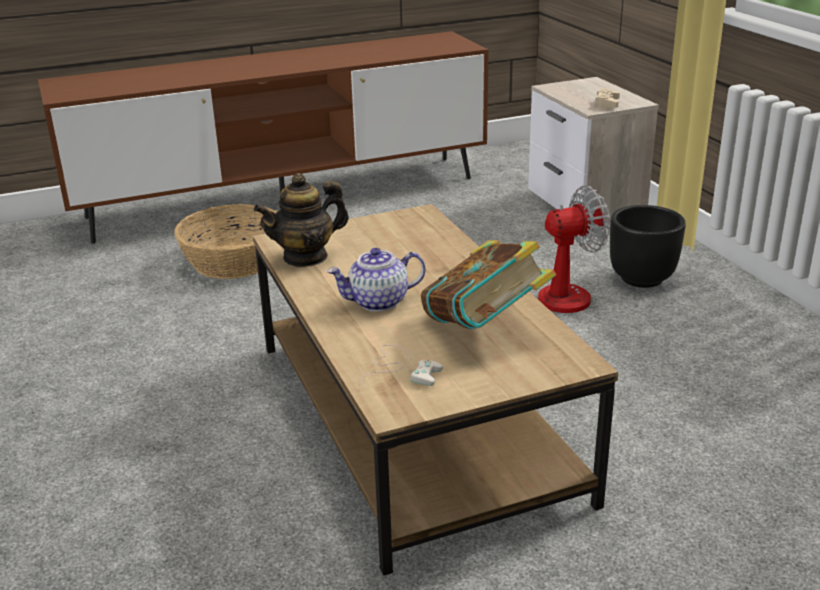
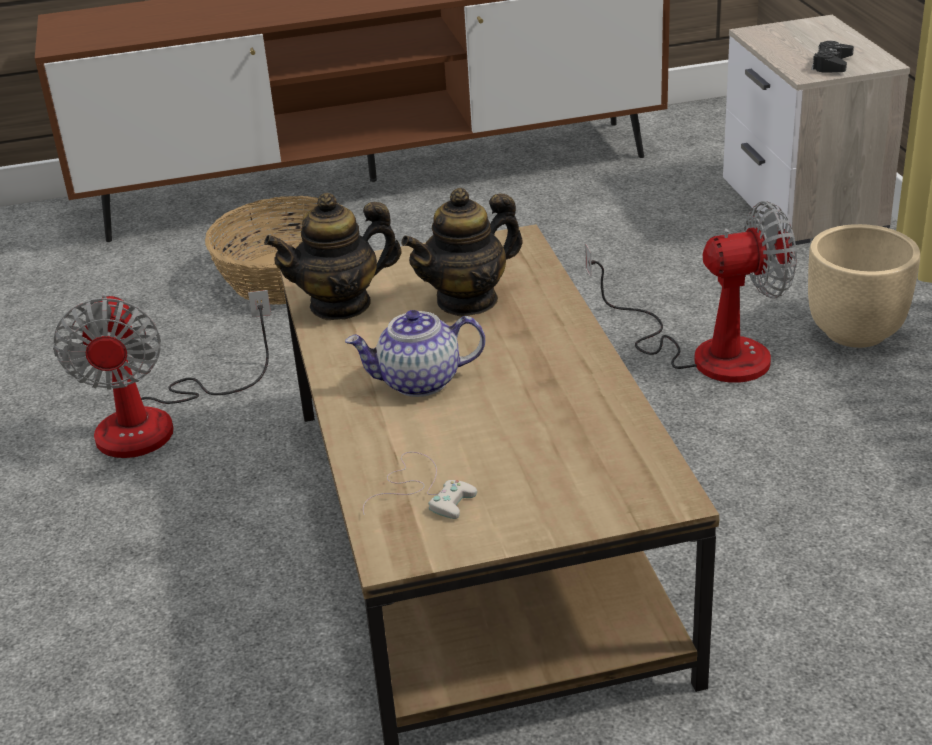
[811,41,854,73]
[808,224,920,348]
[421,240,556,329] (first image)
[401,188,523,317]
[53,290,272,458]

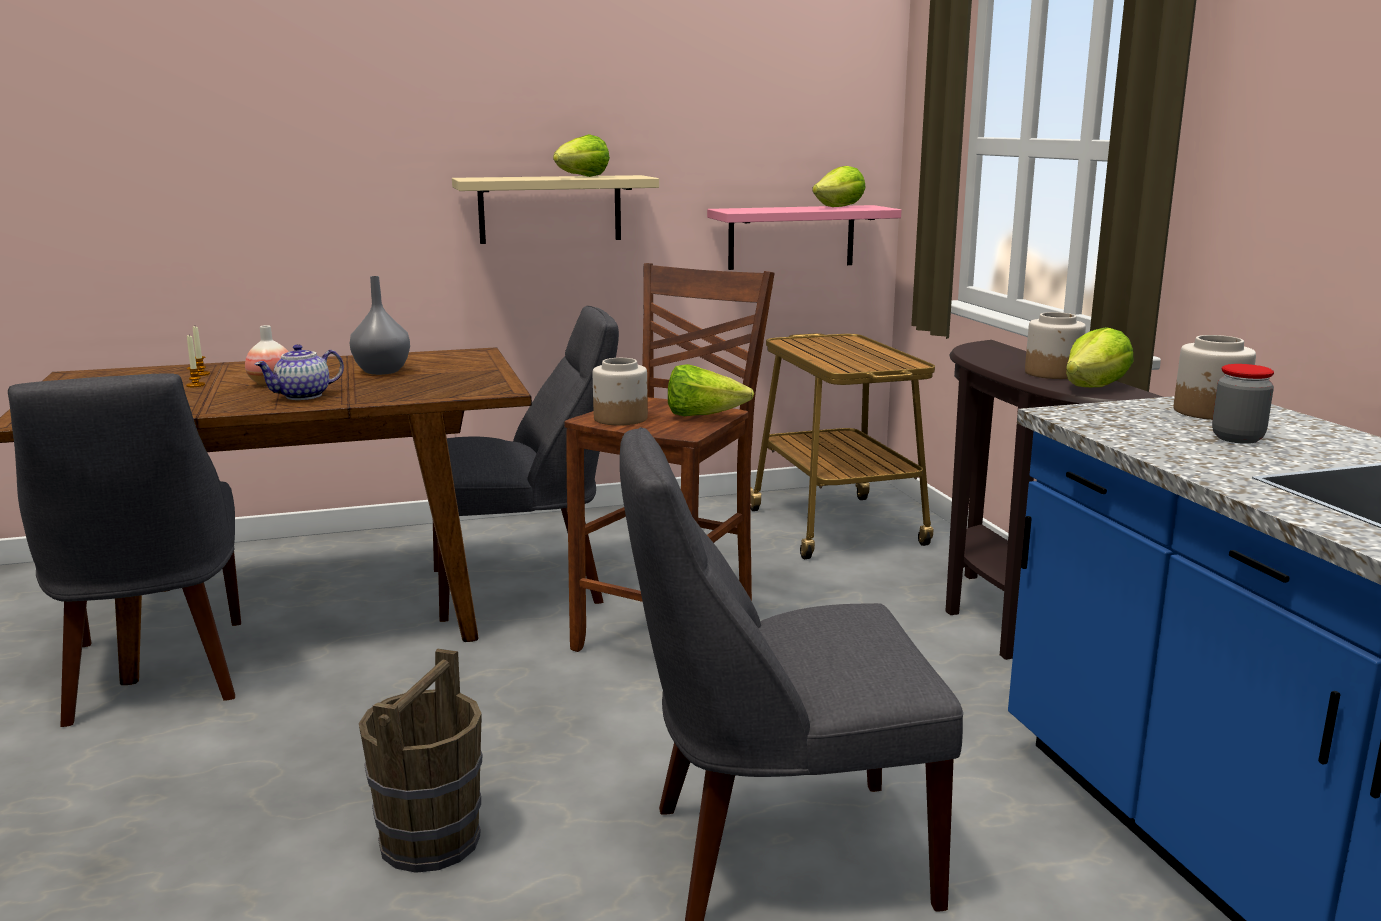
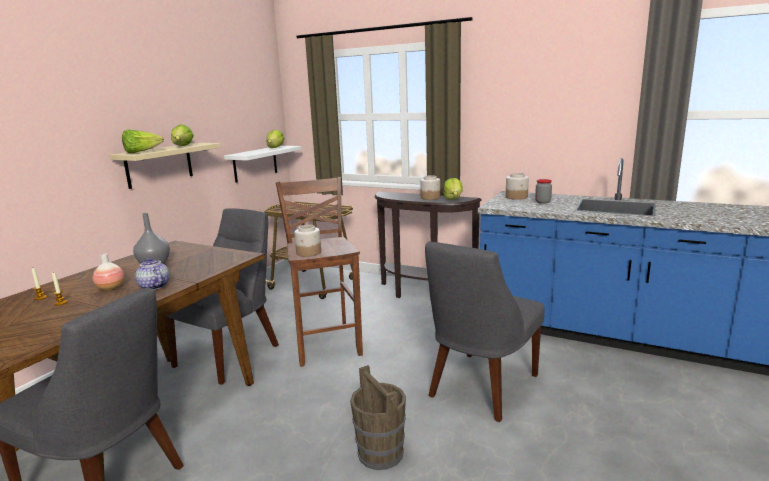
[224,146,302,183]
[135,258,169,290]
[122,130,164,153]

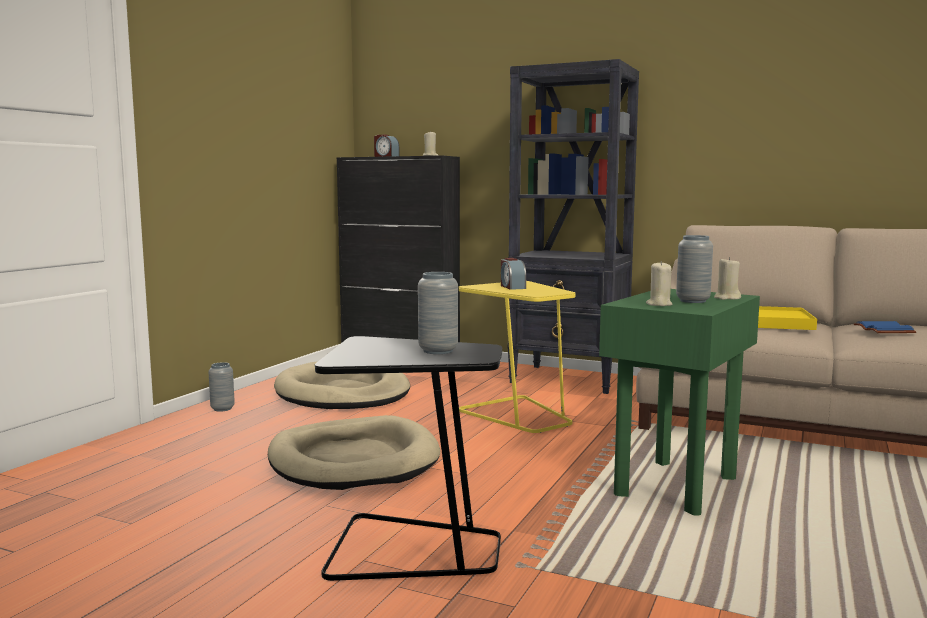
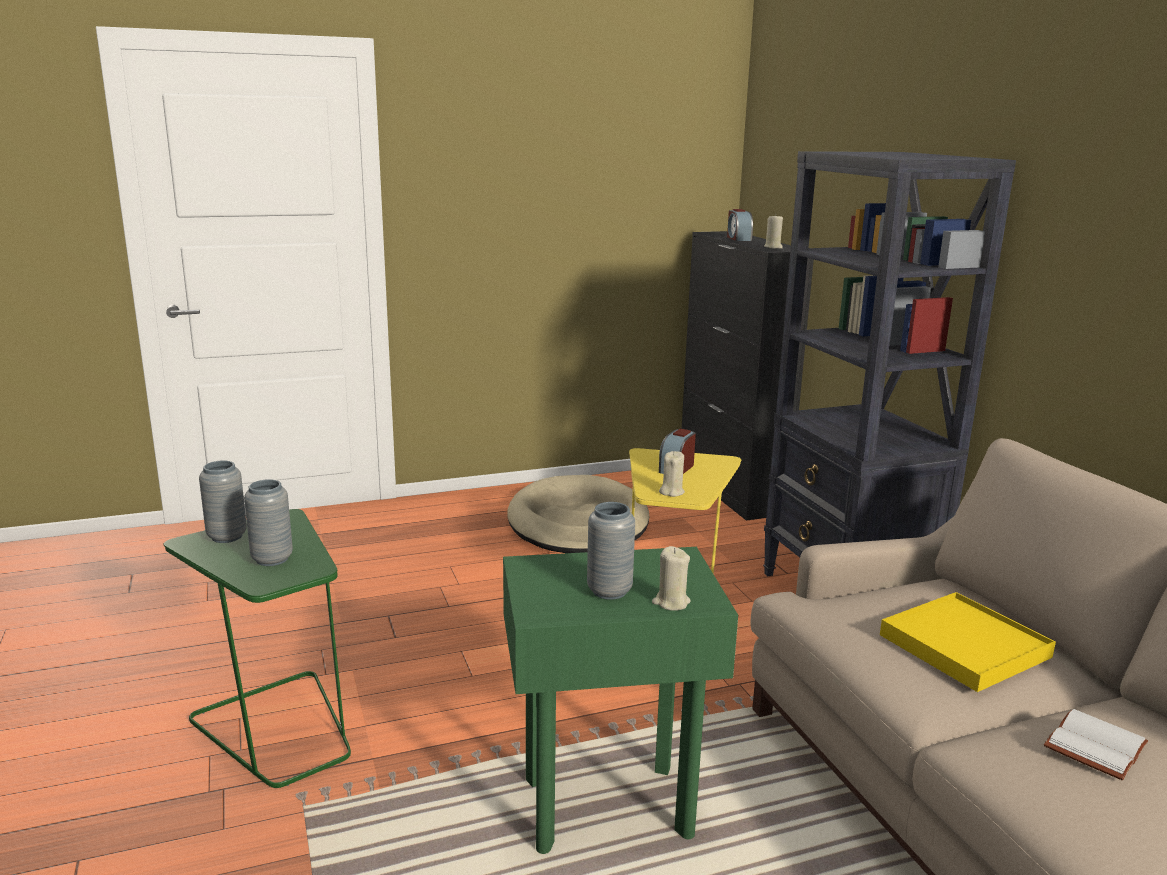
[659,451,685,497]
[1044,709,1148,780]
[164,509,351,788]
[199,460,247,543]
[268,415,440,490] (first image)

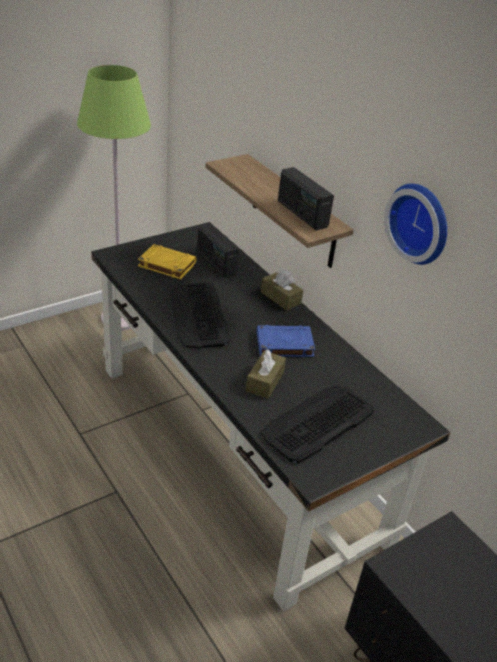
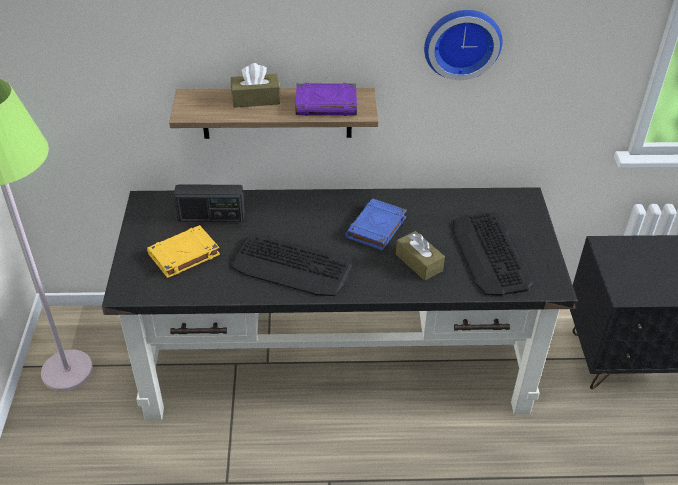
[296,83,357,116]
[231,63,280,108]

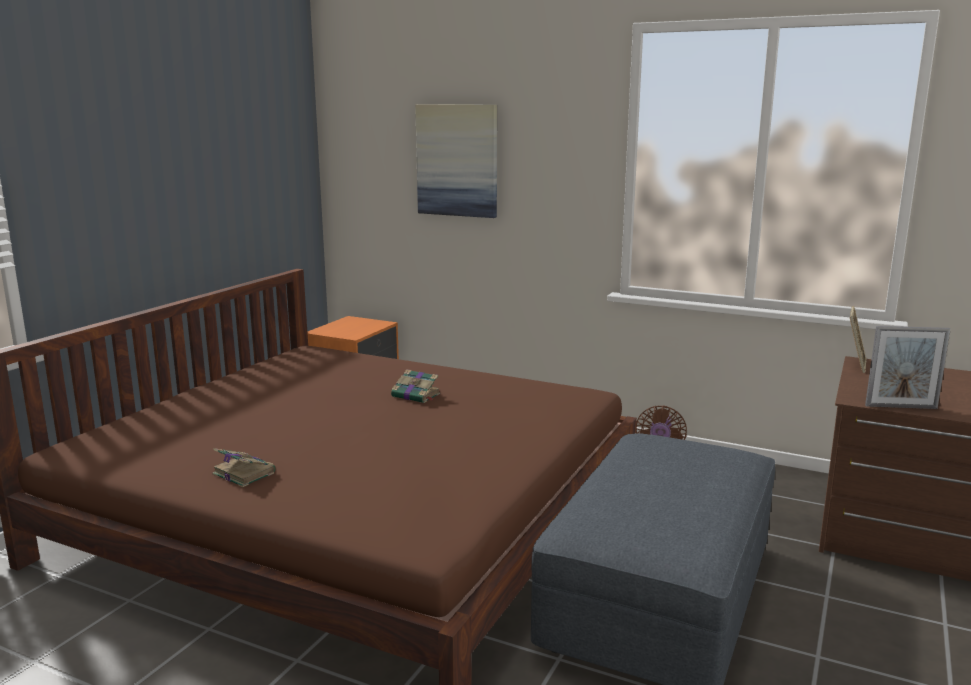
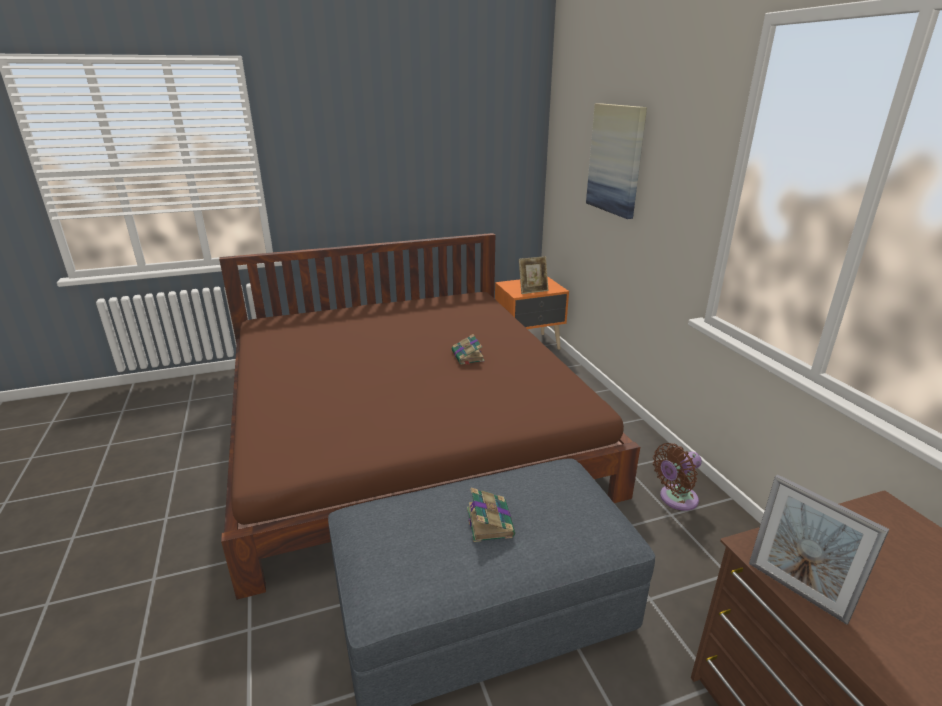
[519,256,549,294]
[467,487,515,542]

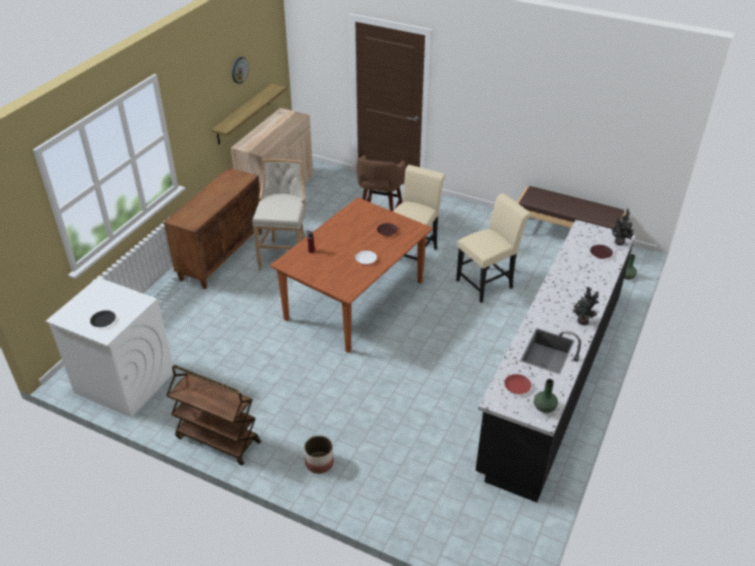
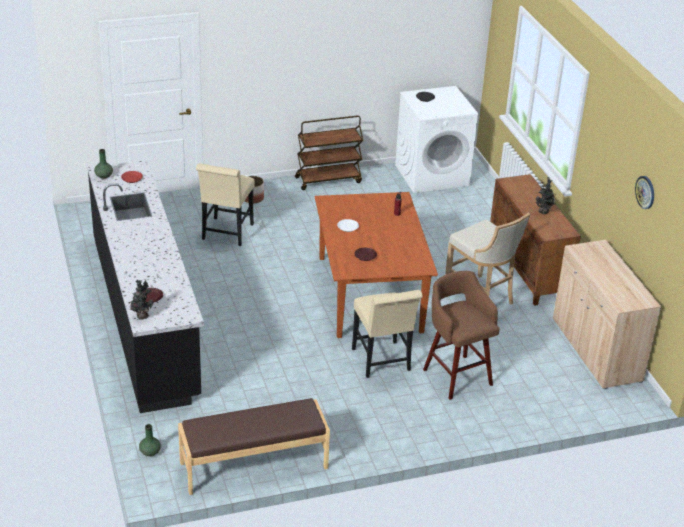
[211,84,286,144] (first image)
[196,163,255,246]
[536,177,556,214]

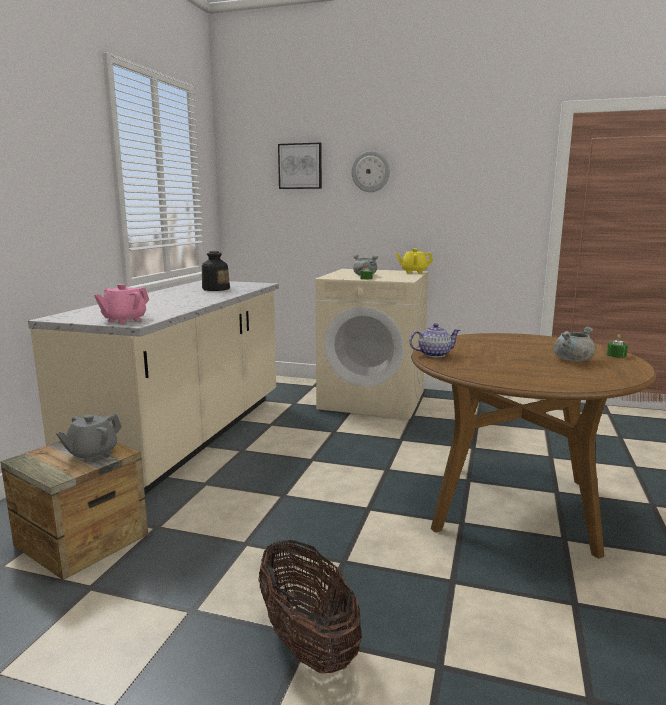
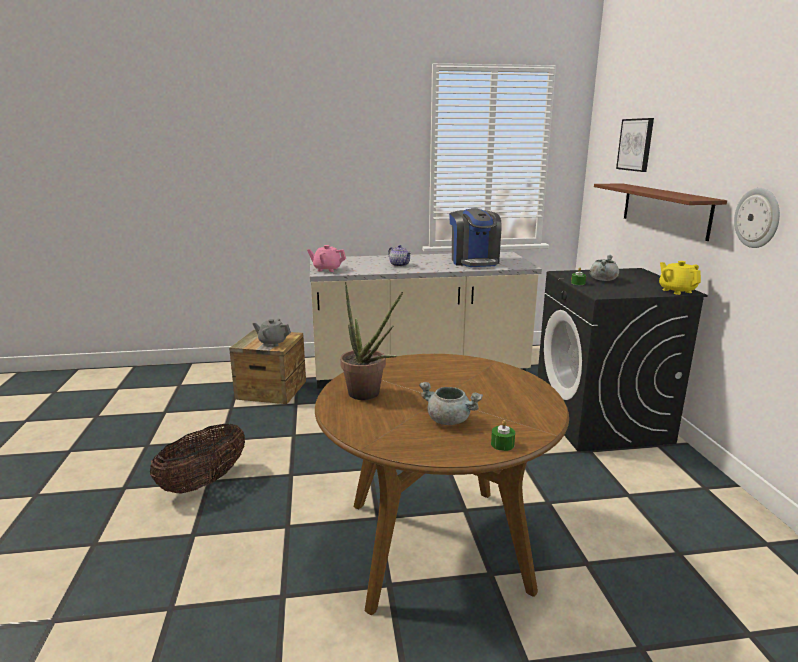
[734,188,780,248]
[449,208,502,267]
[537,268,708,452]
[388,245,411,267]
[594,183,727,241]
[340,282,403,400]

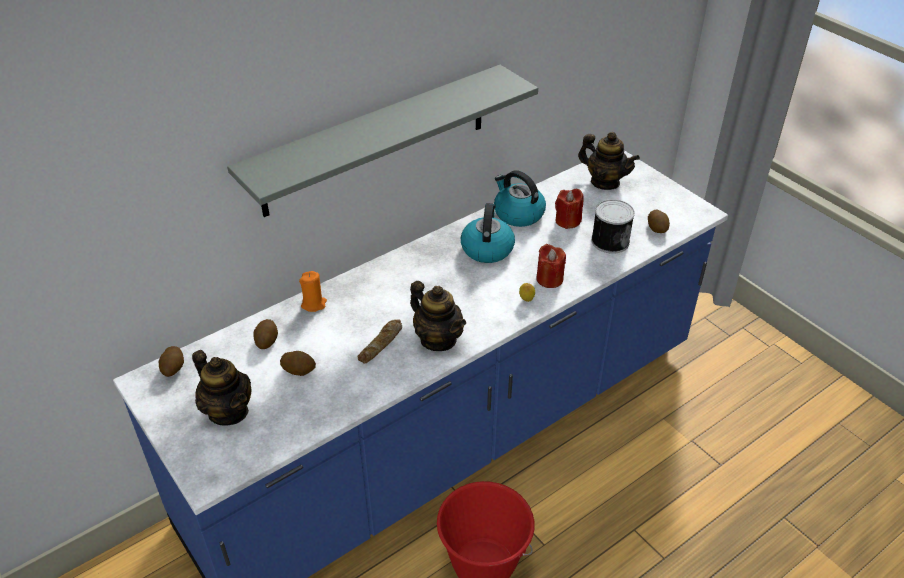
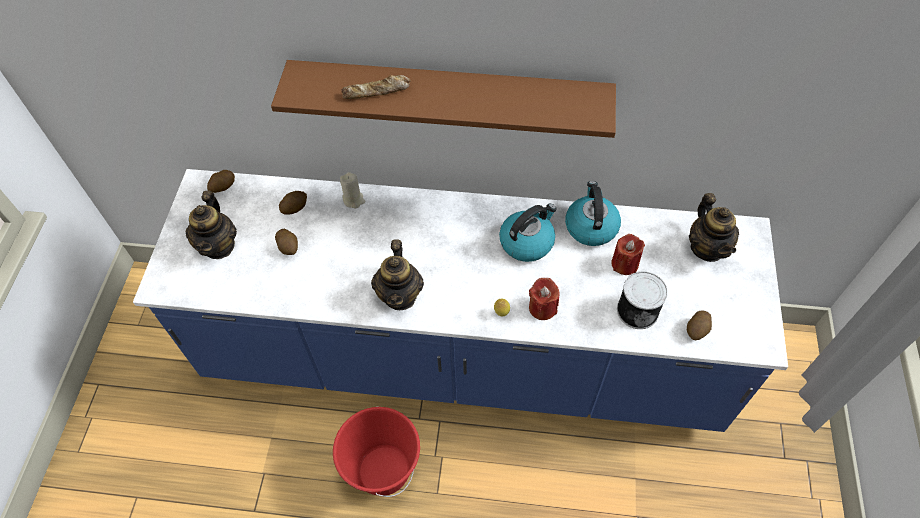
[271,60,616,138]
[340,172,365,208]
[341,75,411,99]

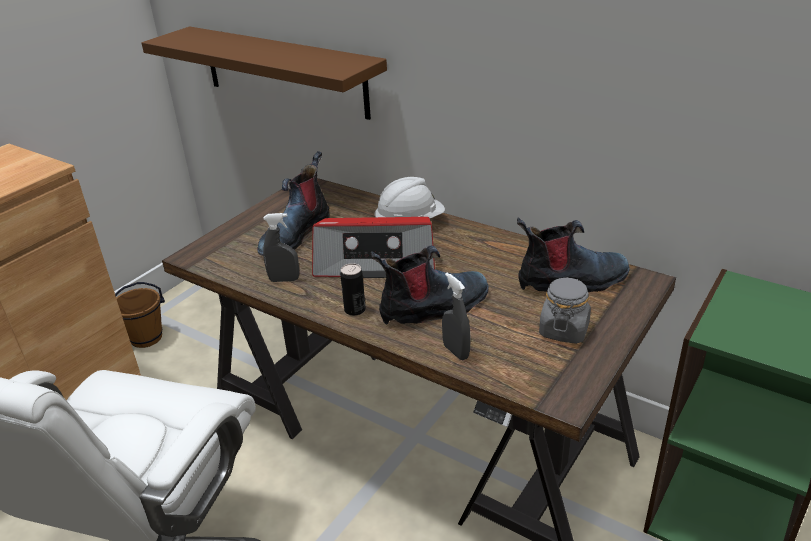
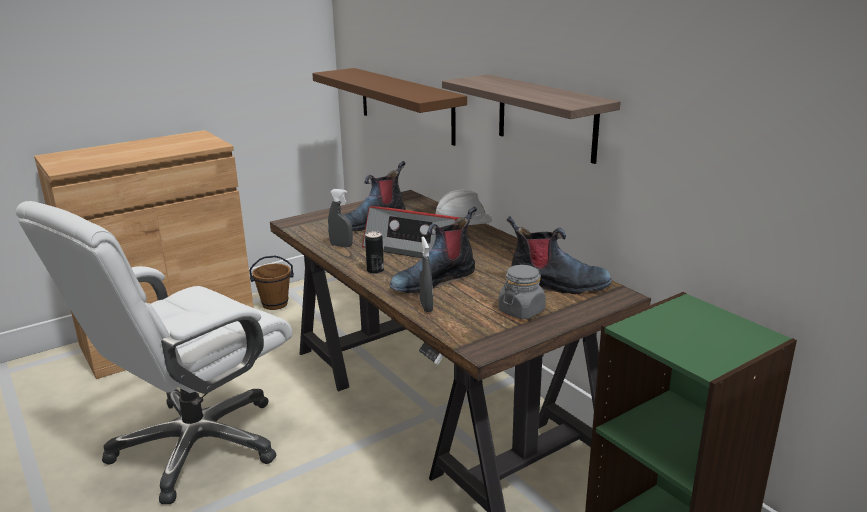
[390,206,477,293]
[442,74,621,164]

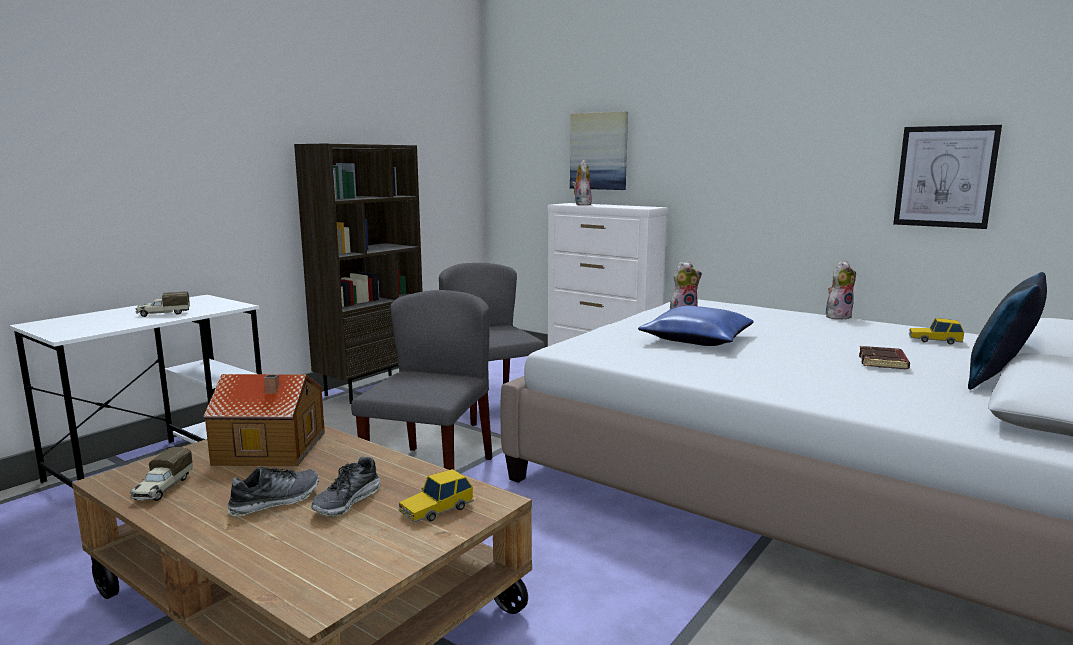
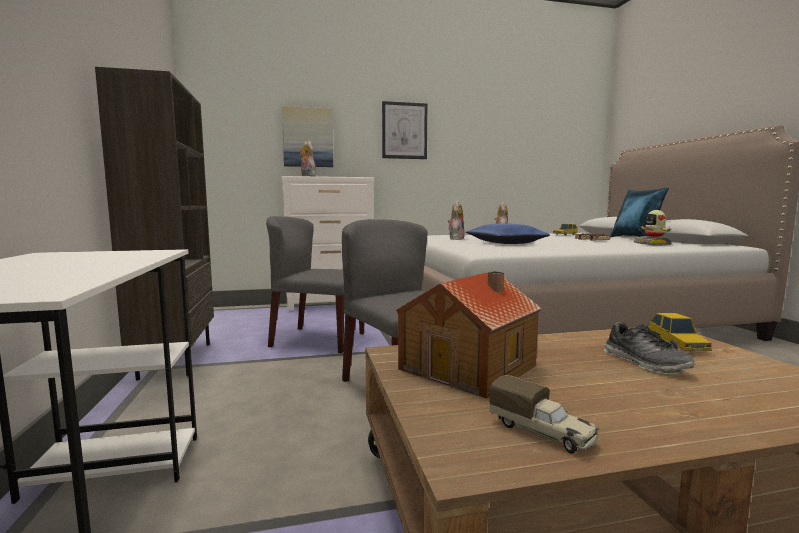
[382,101,427,159]
[136,292,190,317] (first image)
[228,467,319,516] (first image)
[634,210,673,246]

